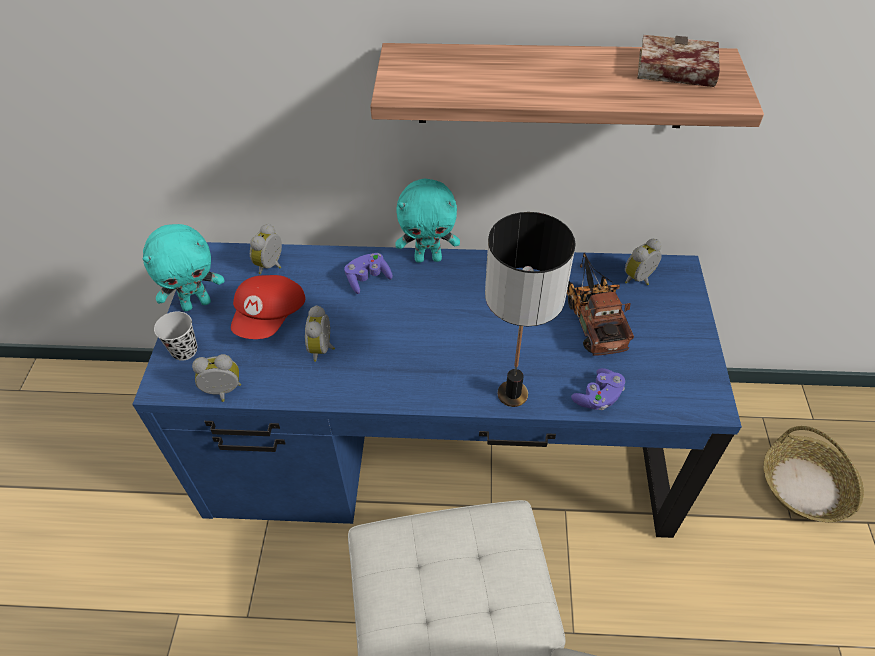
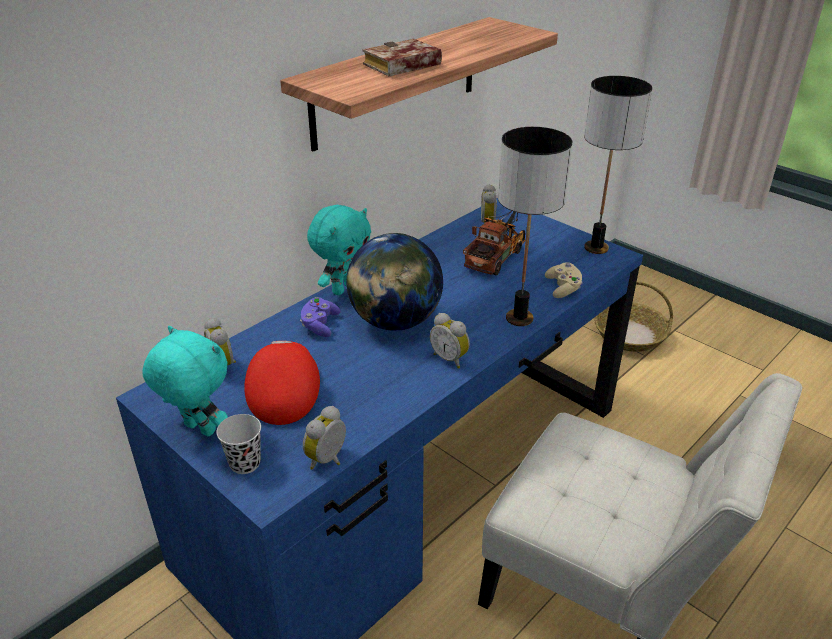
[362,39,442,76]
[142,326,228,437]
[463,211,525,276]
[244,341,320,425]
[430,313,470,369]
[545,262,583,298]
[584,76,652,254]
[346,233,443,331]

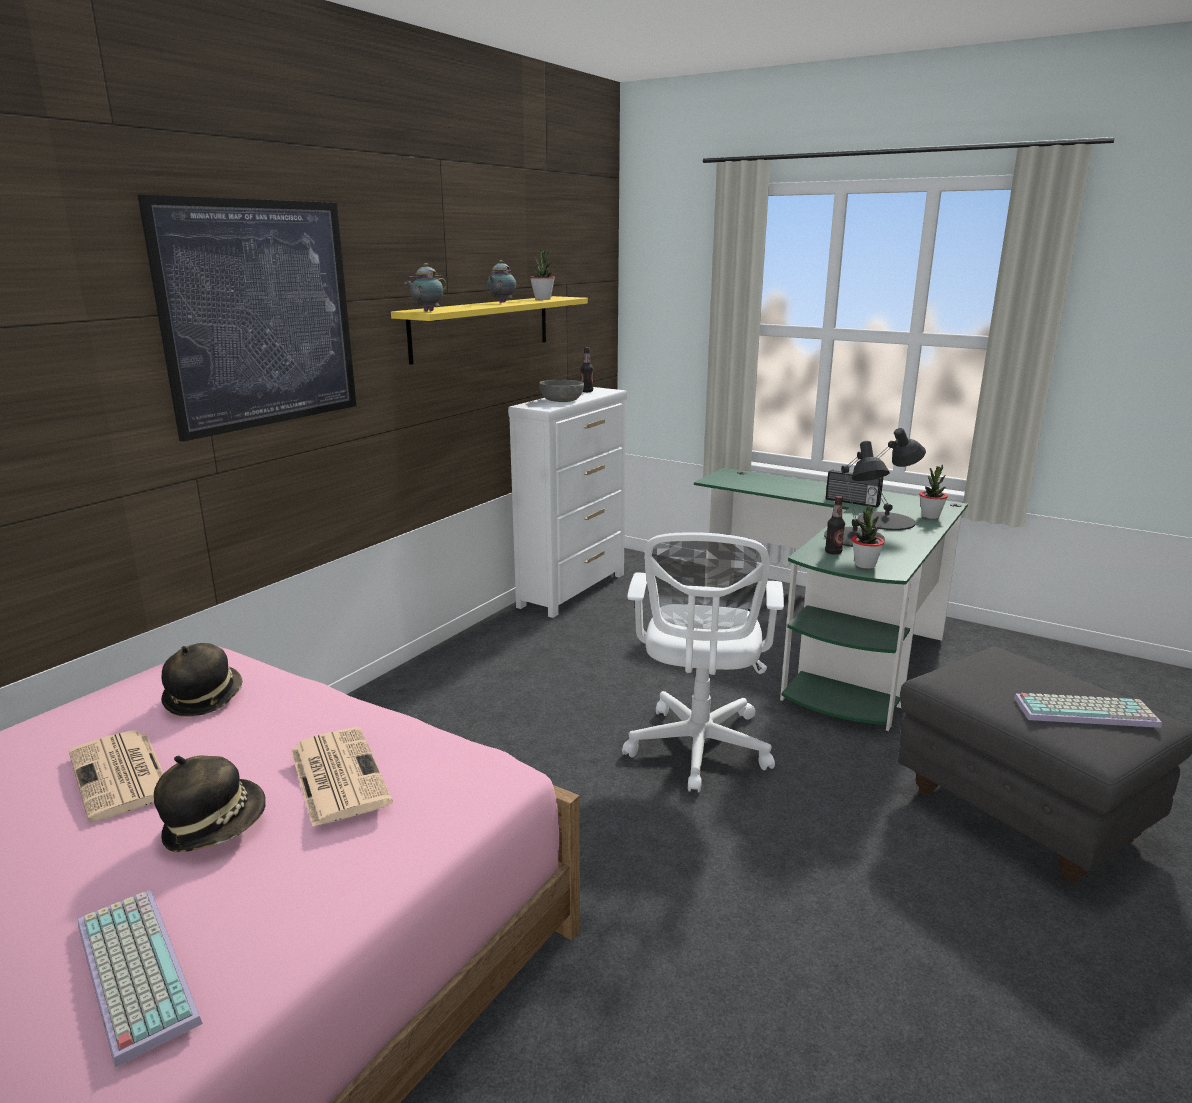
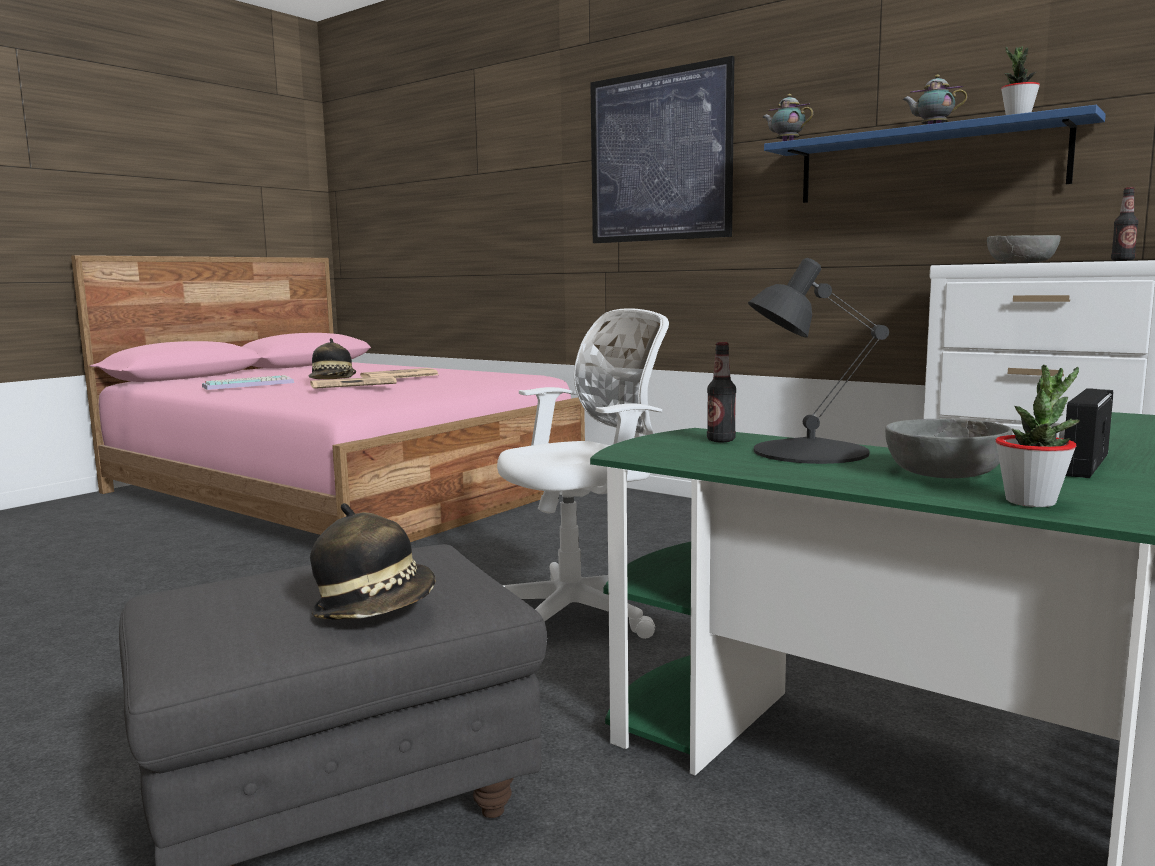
[764,105,1106,203]
[885,419,1013,478]
[852,504,885,569] (first image)
[497,308,669,639]
[310,503,436,620]
[1014,693,1162,728] (first image)

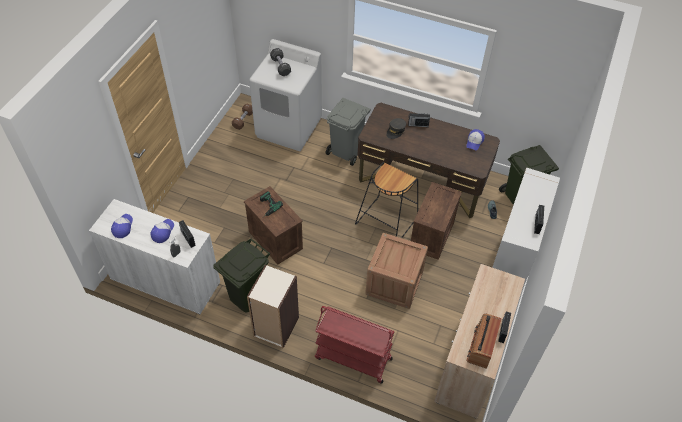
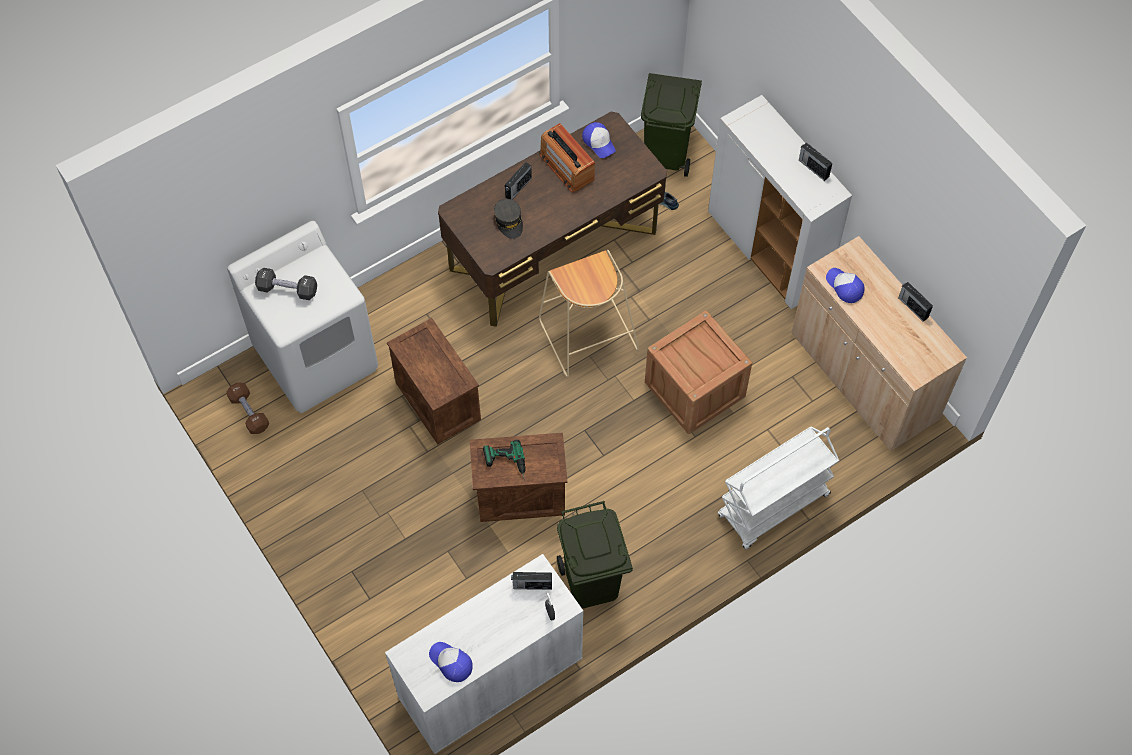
[326,98,371,166] (first image)
[539,250,639,378]
[387,318,481,445]
[826,268,865,303]
[247,265,299,348] (first image)
[718,427,839,549]
[540,123,595,193]

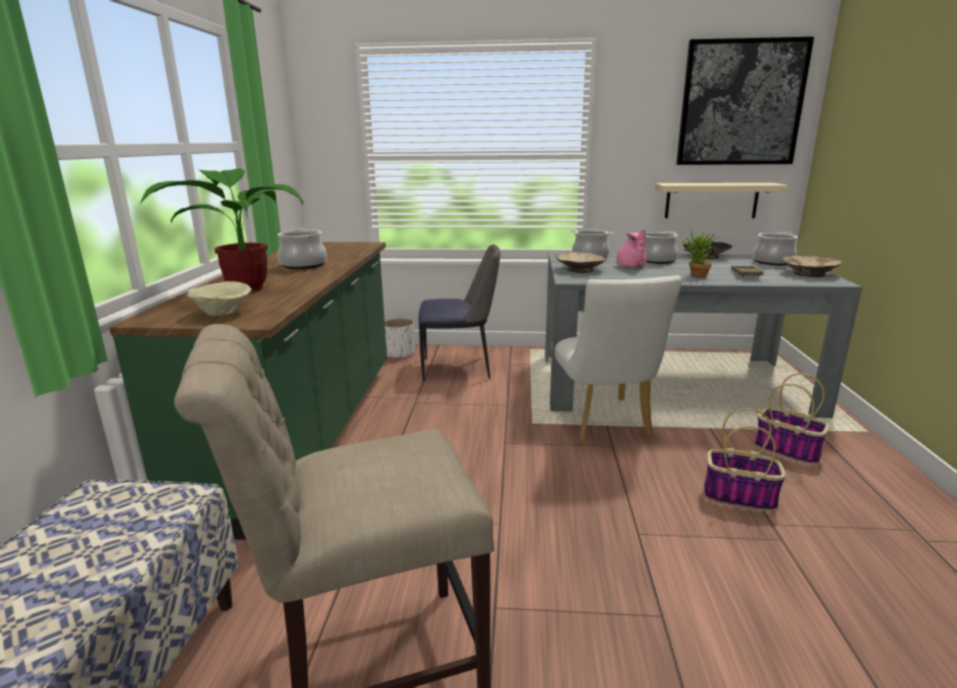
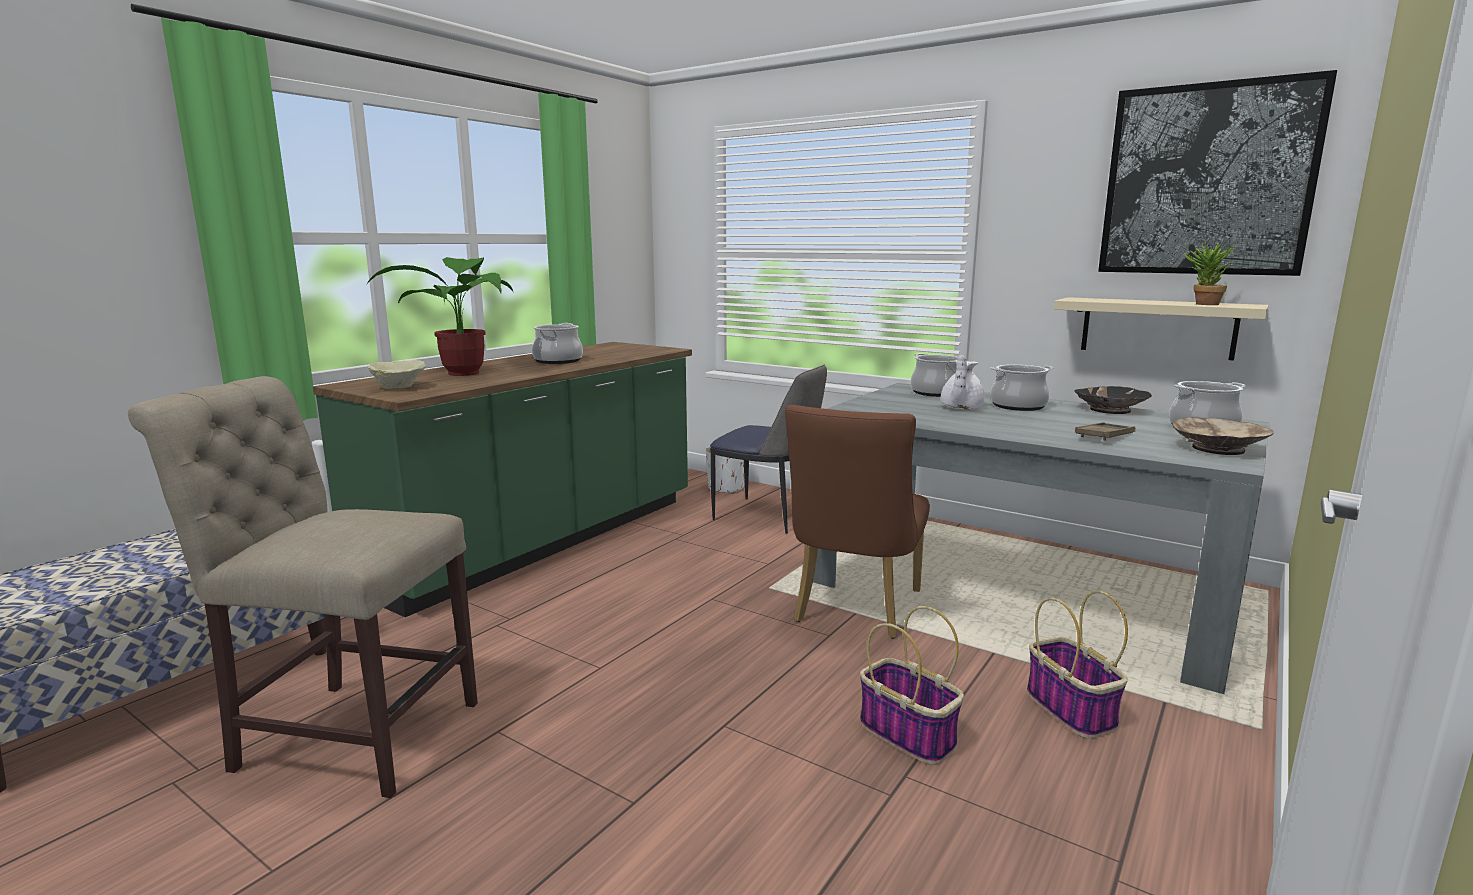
[941,355,985,409]
[1183,243,1236,305]
[555,252,606,273] (first image)
[785,405,930,639]

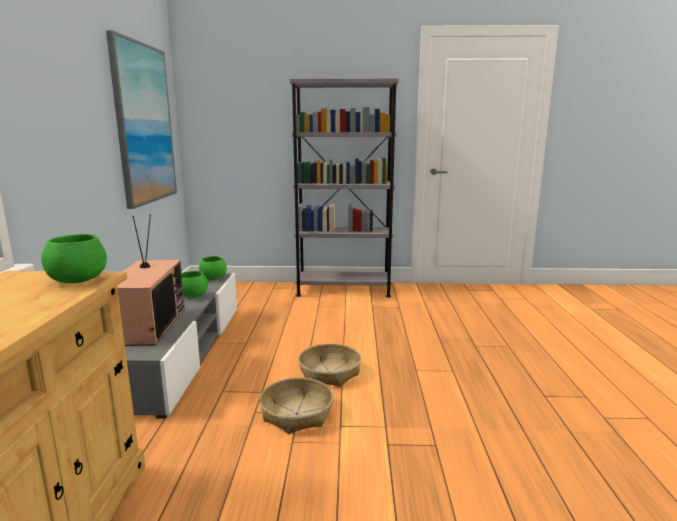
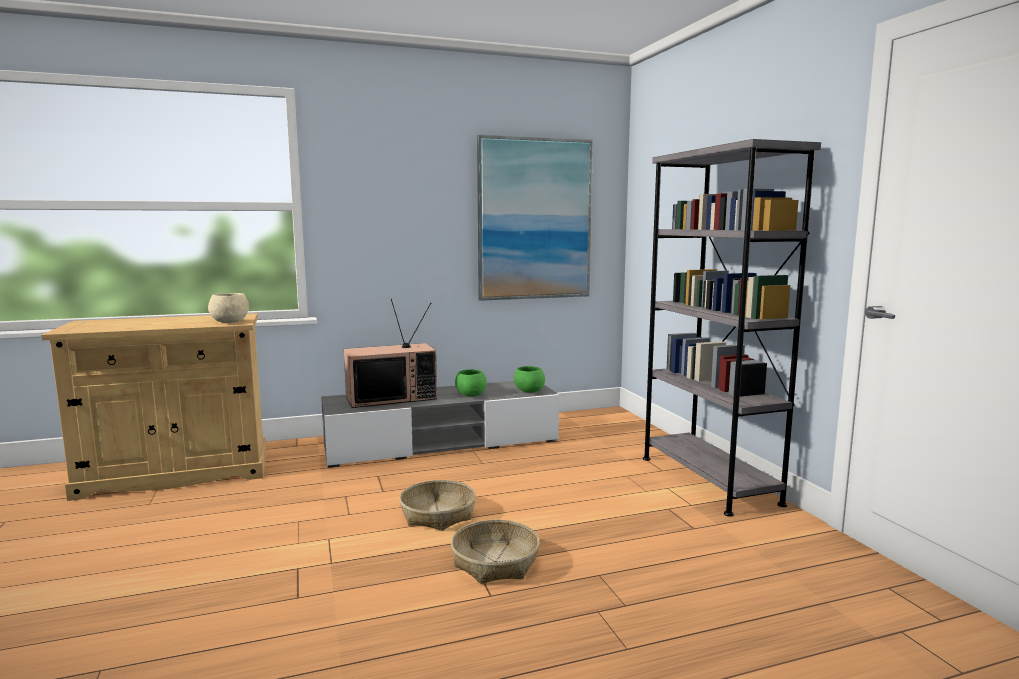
[208,293,249,323]
[451,520,540,584]

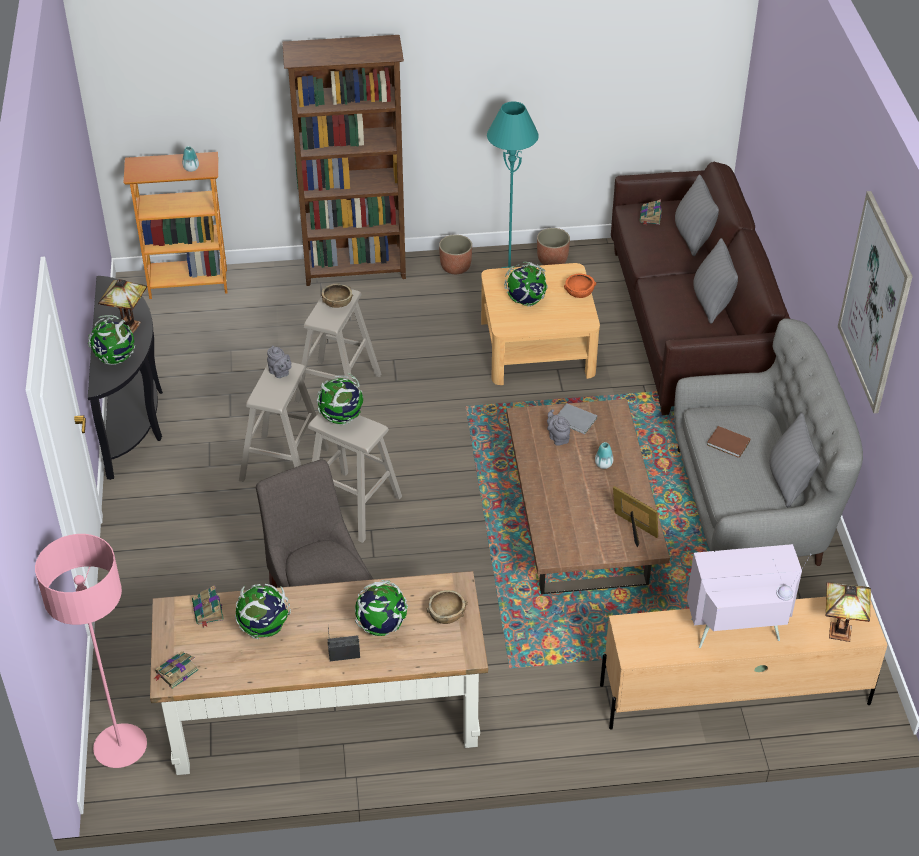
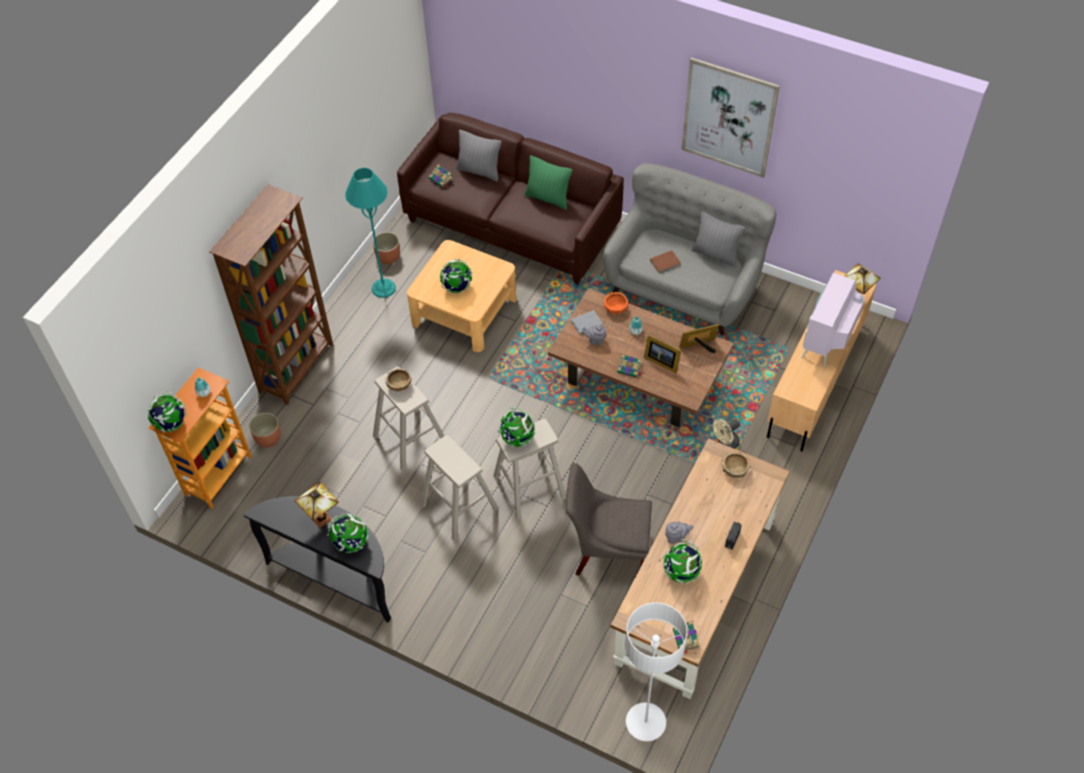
[249,413,281,448]
[524,156,572,210]
[604,292,628,314]
[665,521,693,544]
[625,603,687,741]
[148,392,186,432]
[617,354,642,377]
[644,334,681,374]
[713,419,740,449]

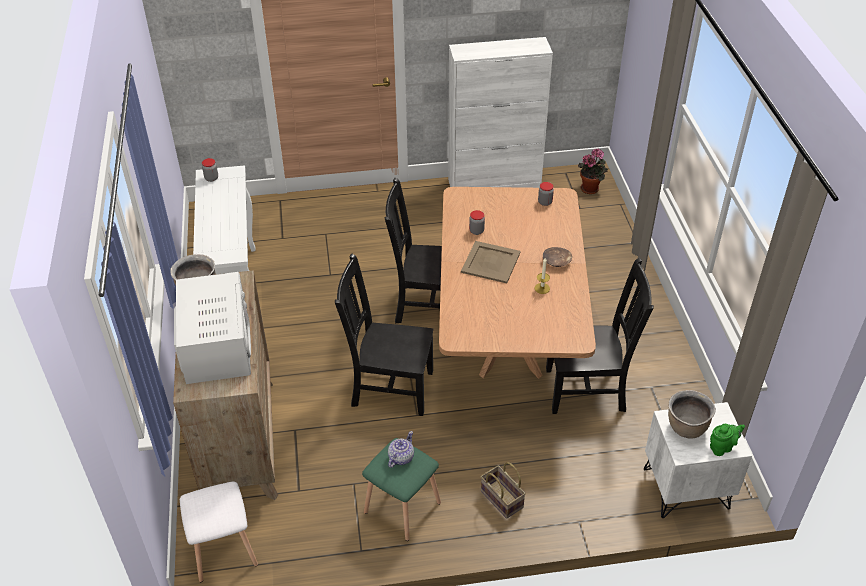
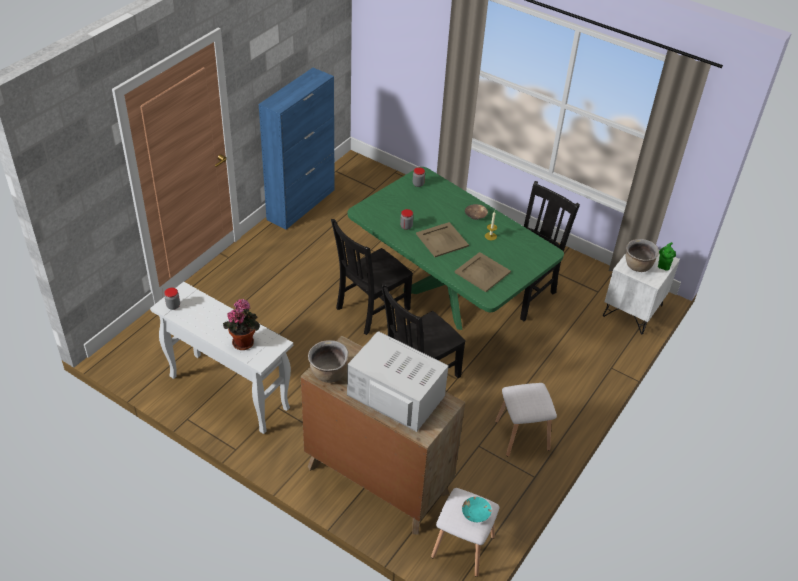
[259,68,335,230]
[223,299,260,350]
[348,167,564,330]
[388,431,414,468] (first image)
[495,383,557,457]
[481,462,526,519] (first image)
[454,252,511,292]
[462,497,492,522]

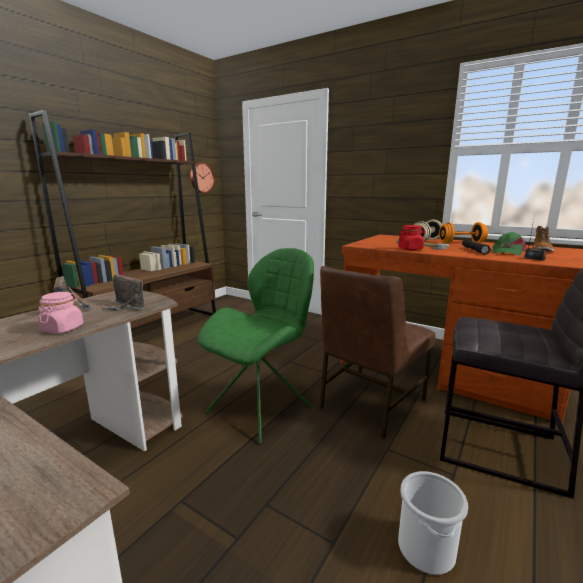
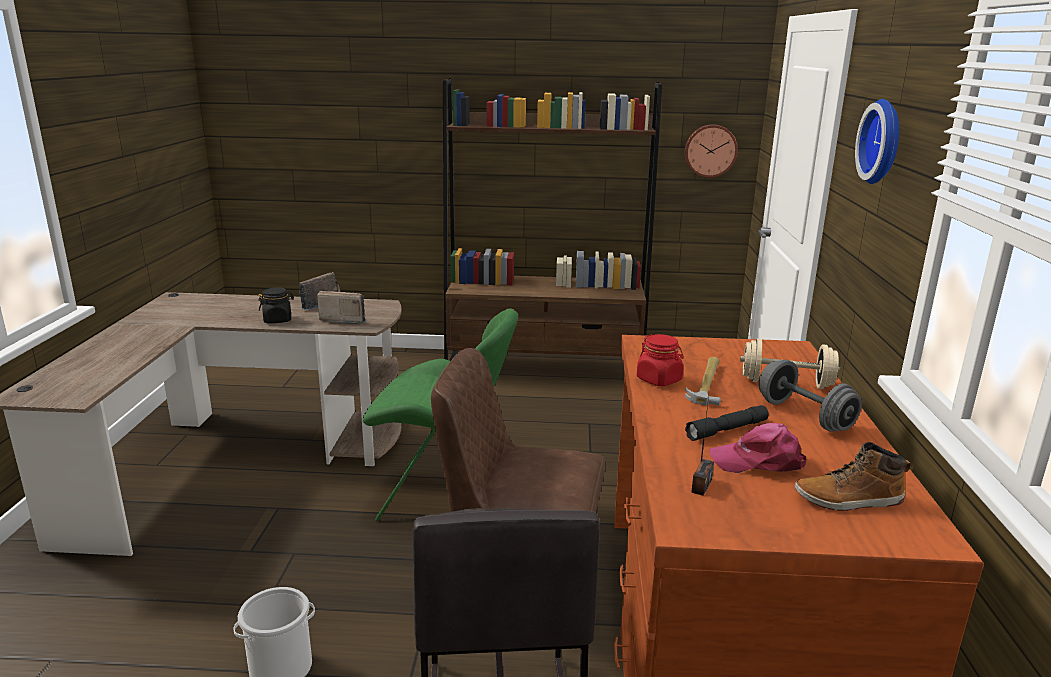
[759,360,862,432]
[709,423,806,473]
[317,291,366,323]
[259,287,294,323]
[855,99,899,184]

